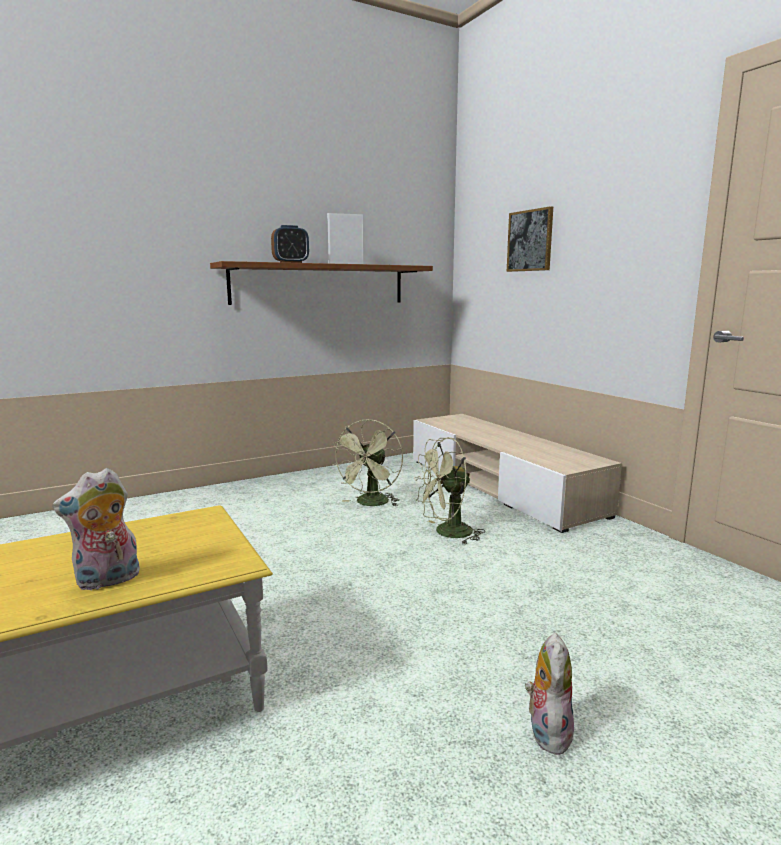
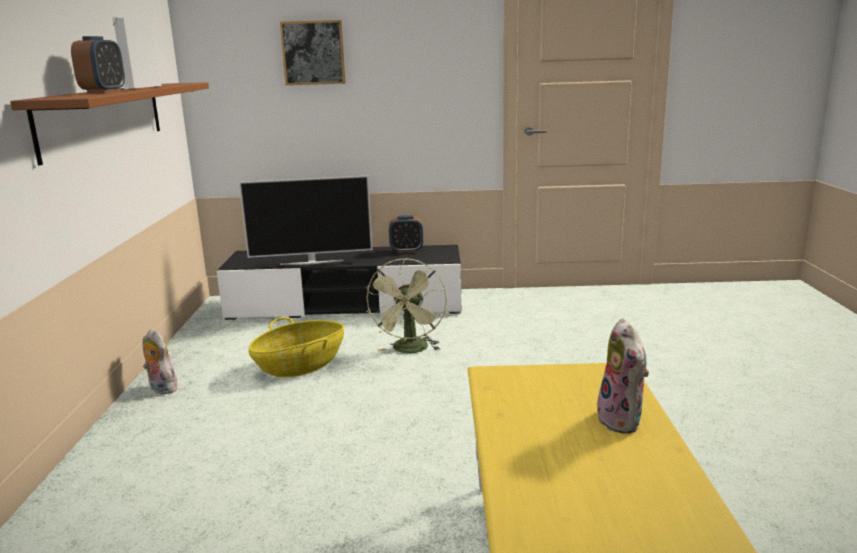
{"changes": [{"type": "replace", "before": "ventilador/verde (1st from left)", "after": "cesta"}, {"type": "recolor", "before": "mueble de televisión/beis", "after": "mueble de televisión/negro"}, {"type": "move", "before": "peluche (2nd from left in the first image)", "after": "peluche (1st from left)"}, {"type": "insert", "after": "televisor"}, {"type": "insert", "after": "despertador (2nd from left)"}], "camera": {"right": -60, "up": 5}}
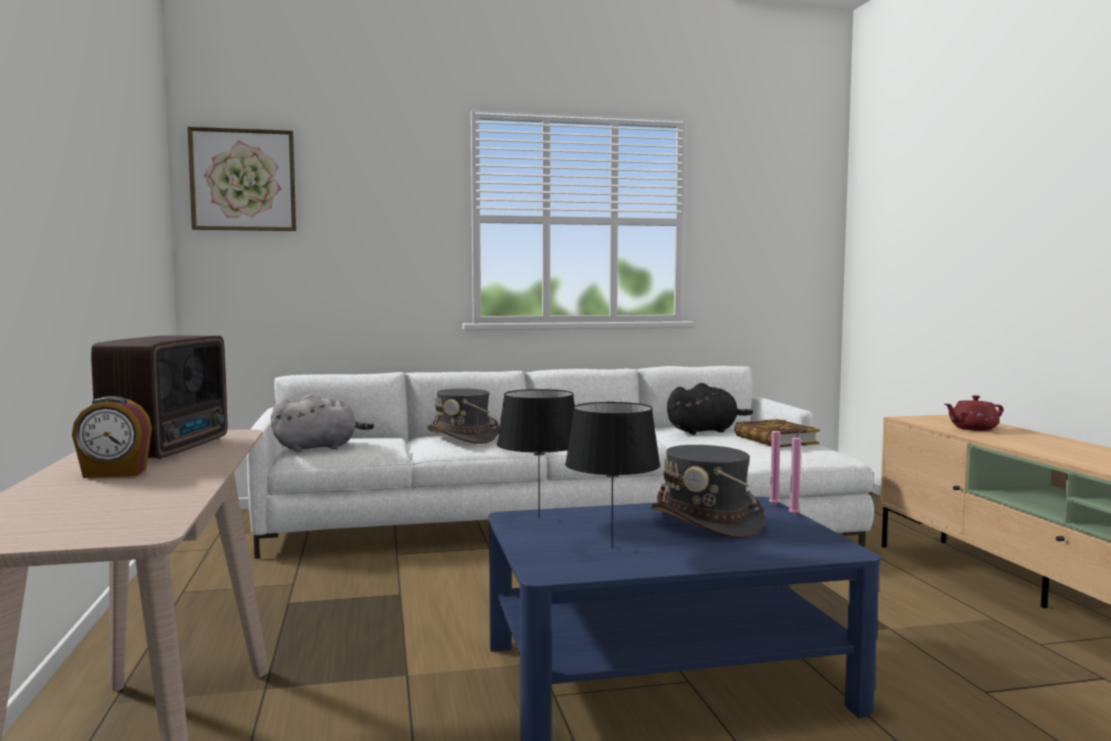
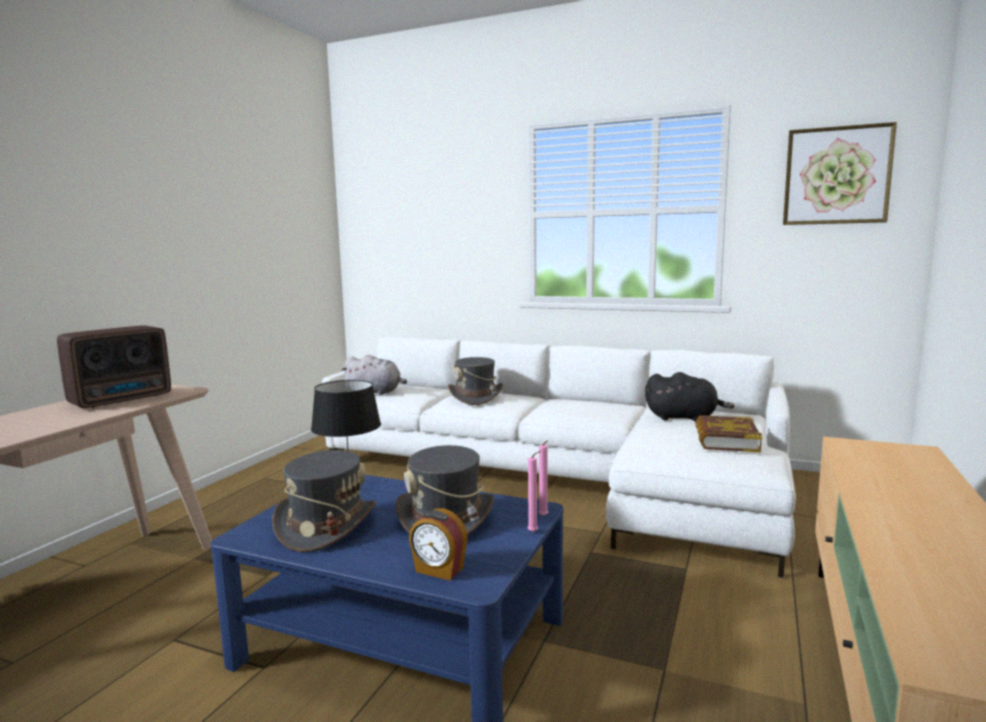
{"changes": [{"type": "move", "before": "despertador"}, {"type": "move", "before": "cuadro"}, {"type": "replace", "before": "lámpara de mesa/negro (2nd from left)", "after": "sombrero/gris (1st from left)"}, {"type": "delete", "before": "tetera/rojo"}], "camera": {"right": 35, "up": 5}}
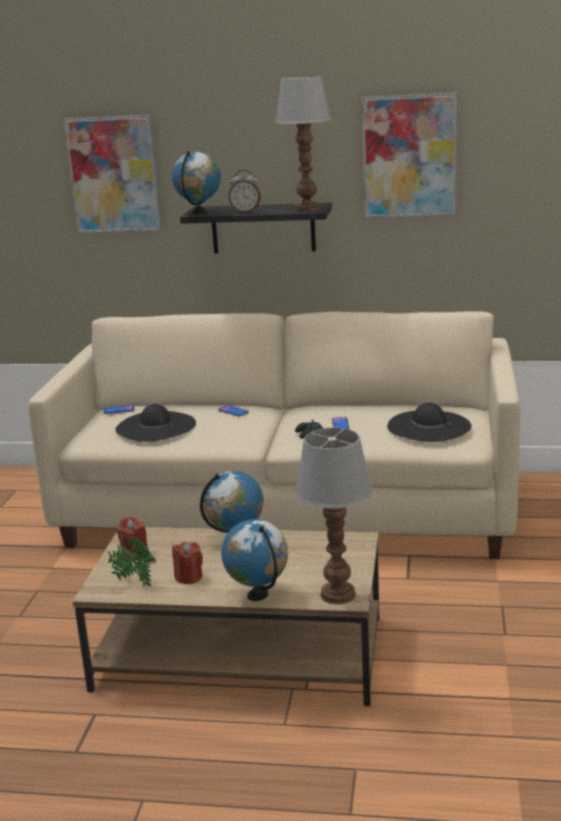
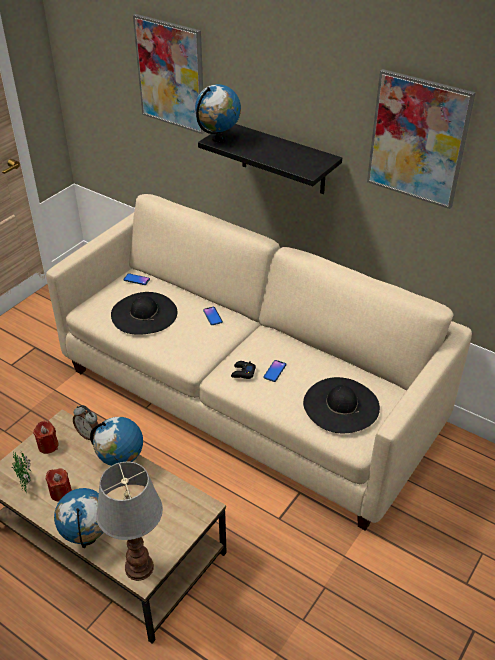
{"changes": [{"type": "move", "before": "despertador"}, {"type": "delete", "before": "lámpara de mesa (1st from left)"}], "camera": {"right": 25, "up": 20}}
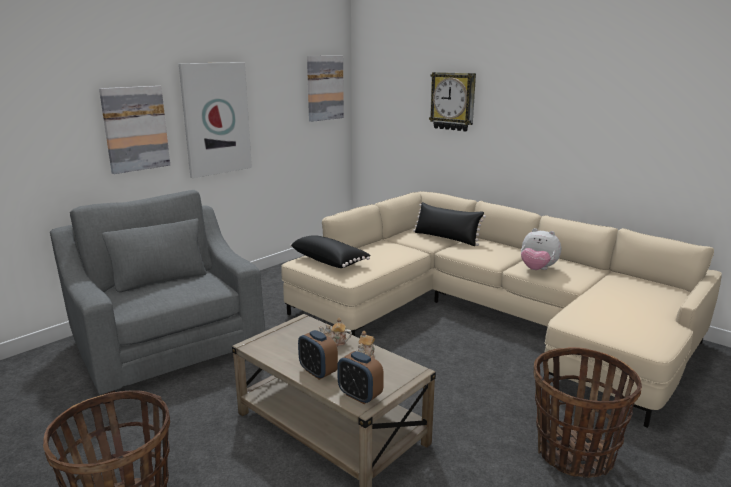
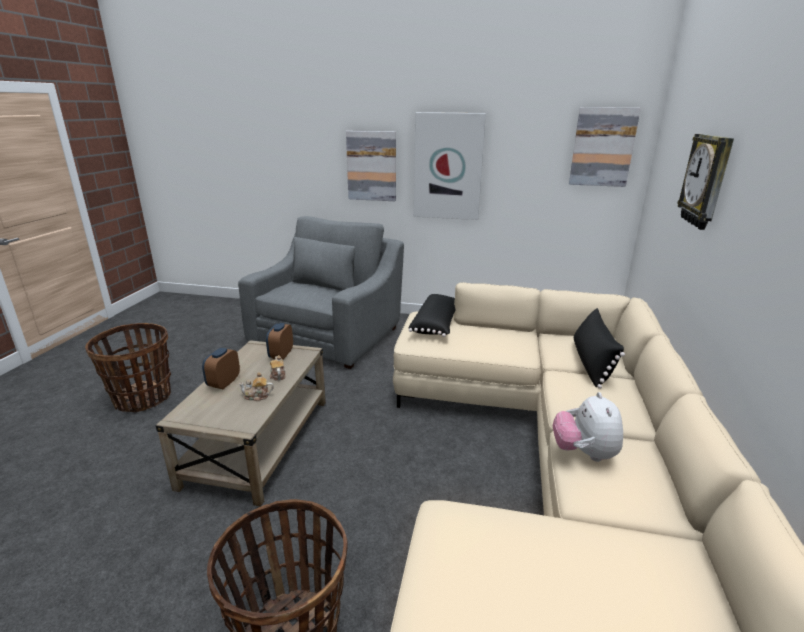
{"changes": [{"type": "move", "before": "despertador (2nd from left)"}], "camera": {"right": 60, "up": 5}}
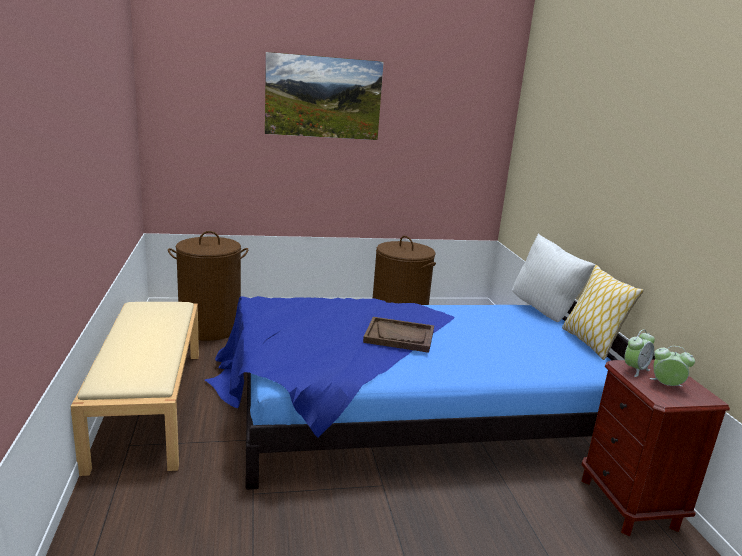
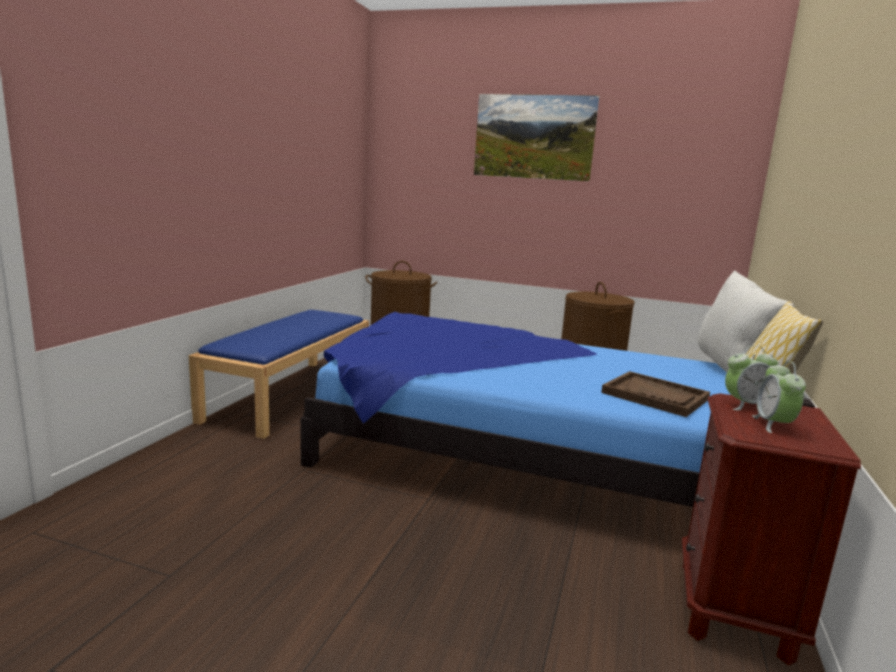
{"changes": [{"type": "recolor", "before": "banco/beis", "after": "banco/azul"}, {"type": "move", "before": "bandeja/marrón"}, {"type": "rotate", "before": "despertador (2nd from left)", "turn": -135}], "camera": {"right": 30, "up": -5}}
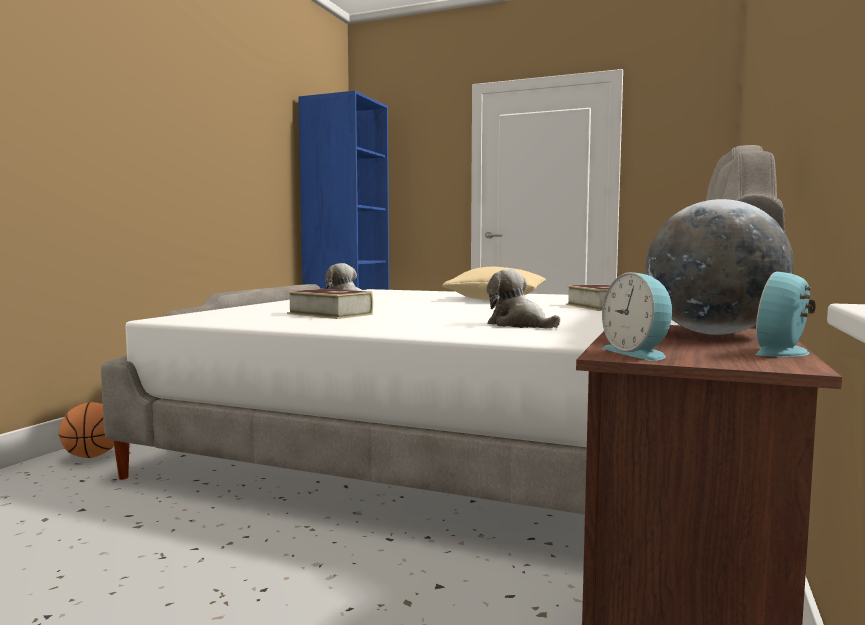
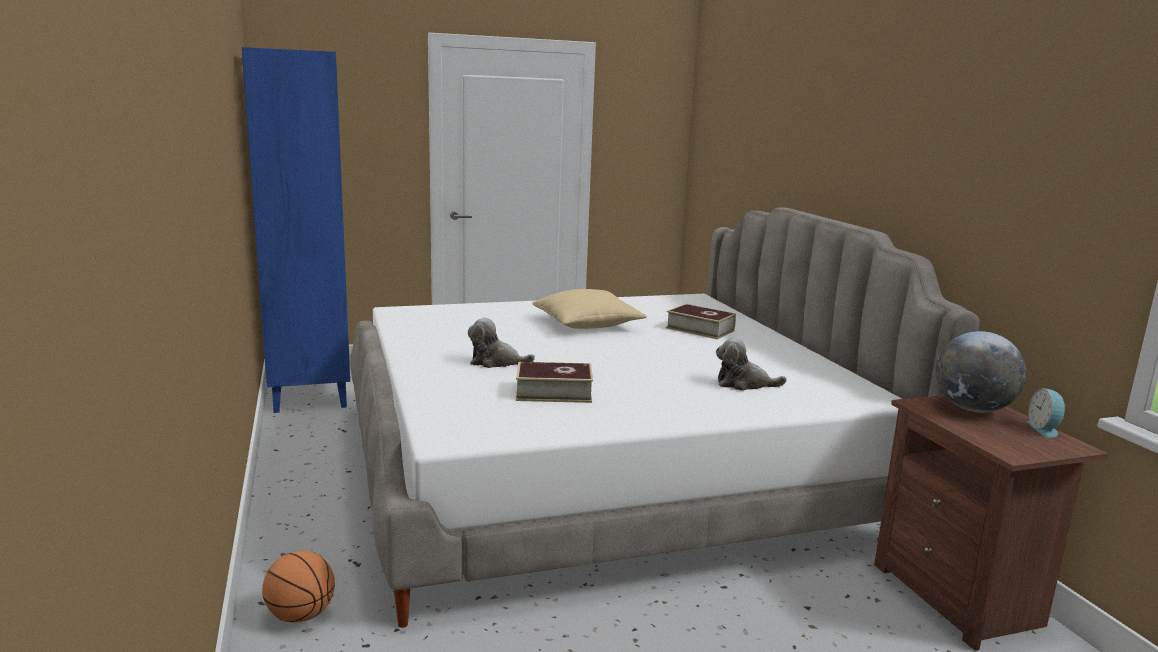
{"changes": [{"type": "delete", "before": "despertador (1st from left)"}], "camera": {"right": -40, "up": 10}}
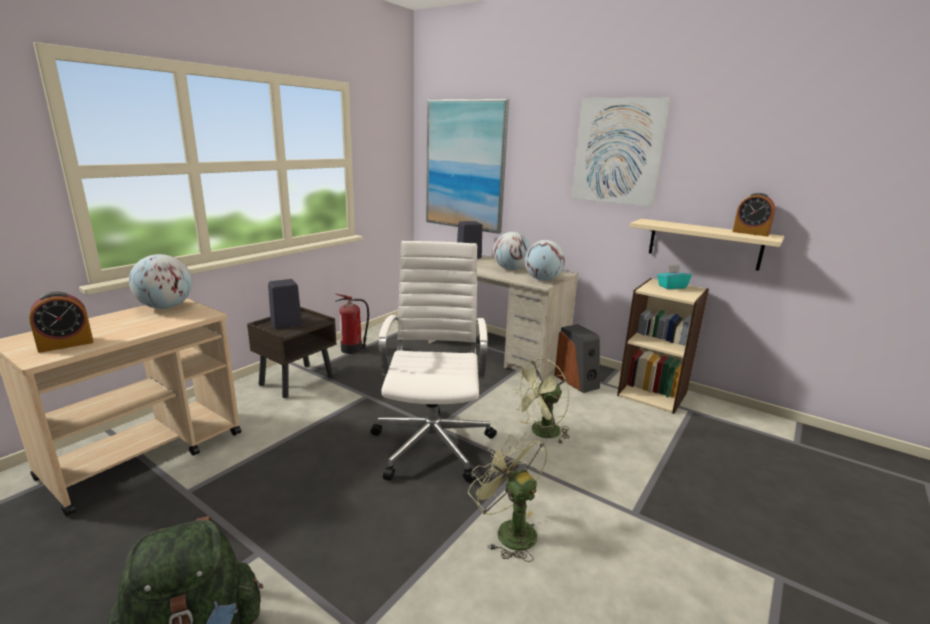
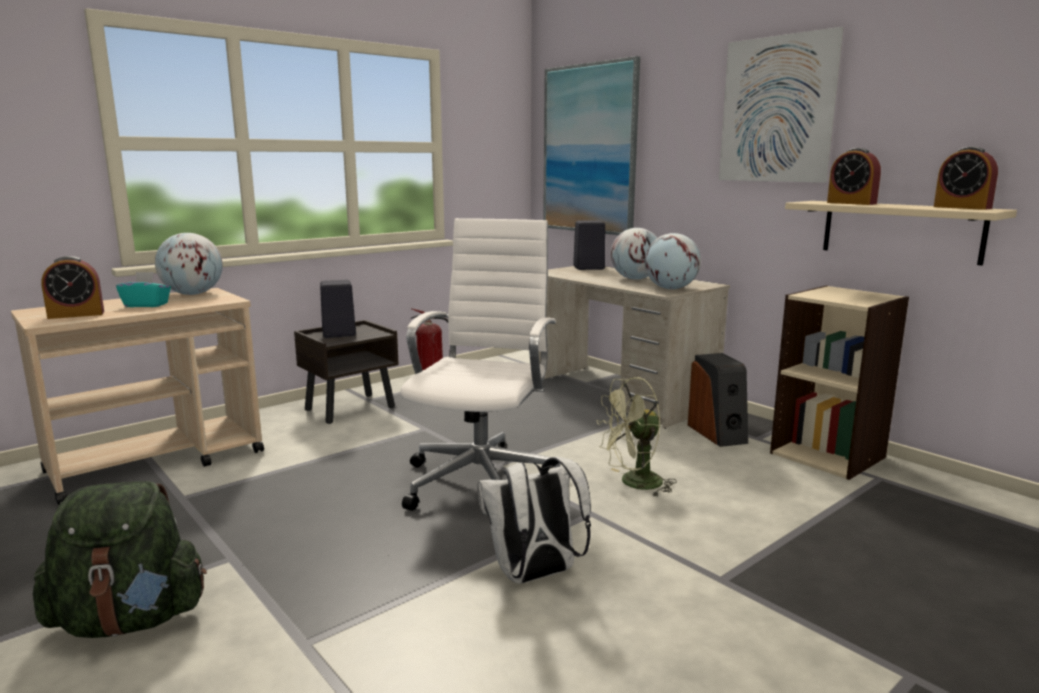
{"changes": [{"type": "replace", "before": "ventilador/verde (1st from left)", "after": "mochila/blanco"}, {"type": "move", "before": "caja de pañuelos/turquesa"}, {"type": "insert", "after": "despertador (2nd from left)"}], "camera": {"right": 15, "up": -5}}
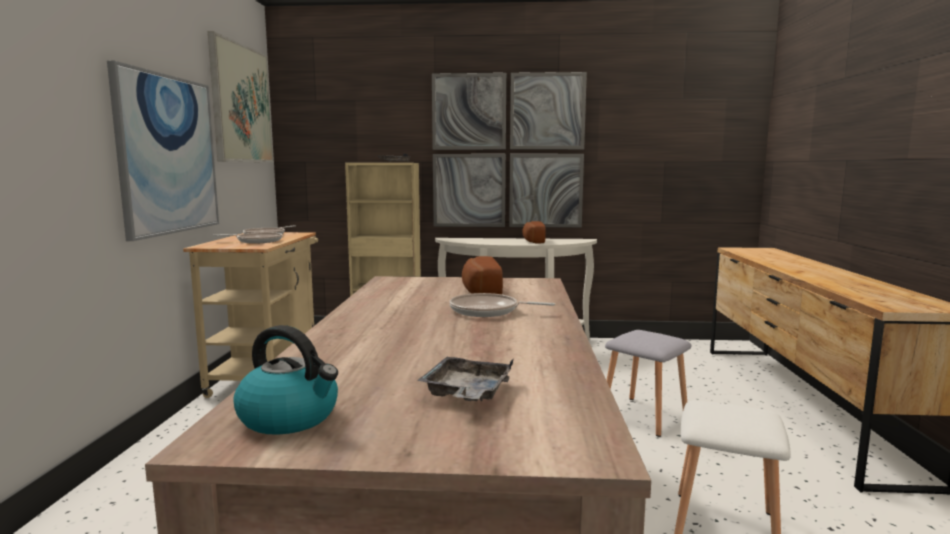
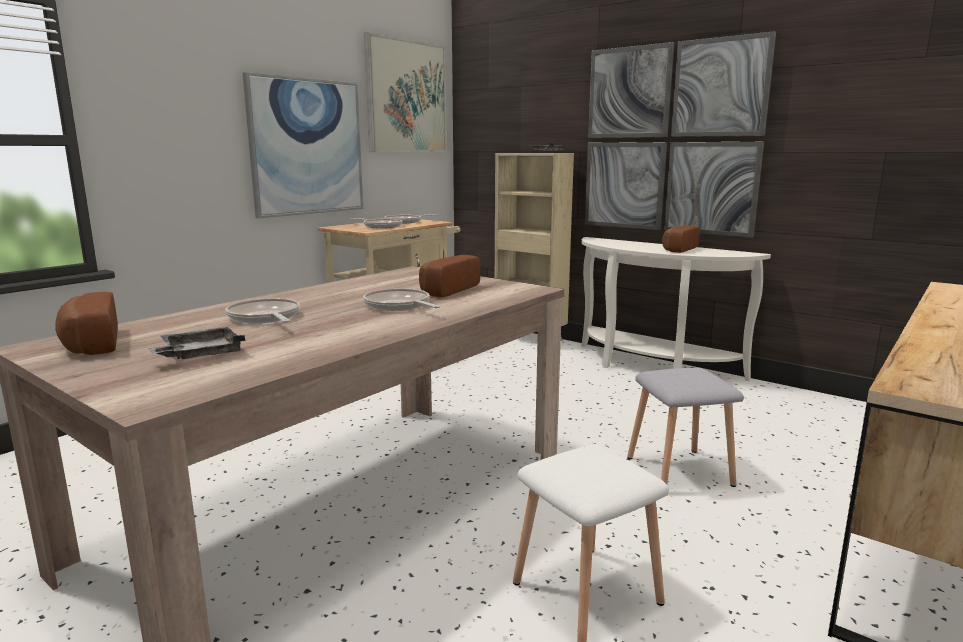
{"changes": [{"type": "replace", "before": "hervidor", "after": "pan (1st from left)"}, {"type": "insert", "after": "sartén (1st from left)"}], "camera": {"right": 35, "up": 5}}
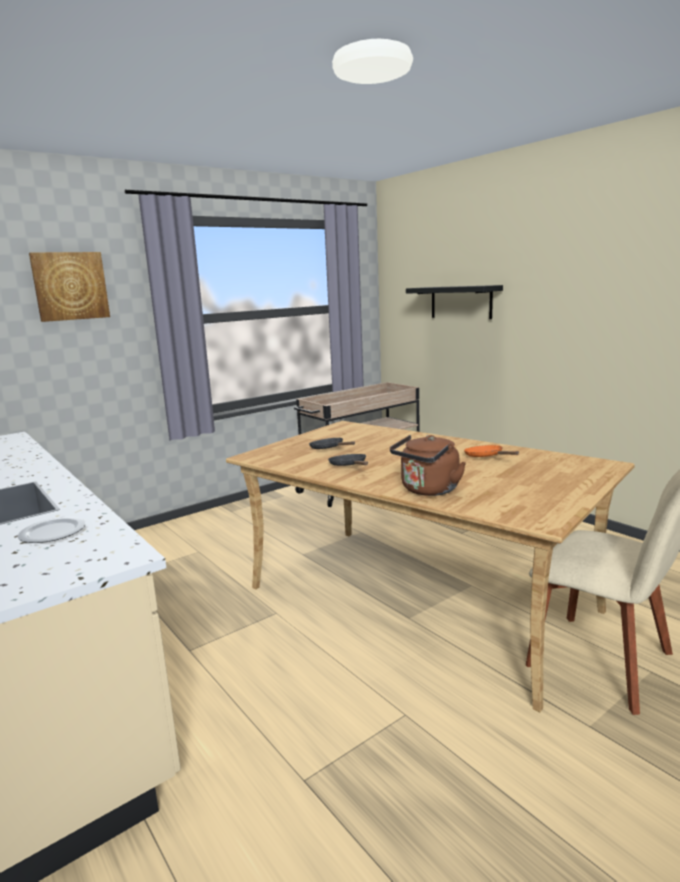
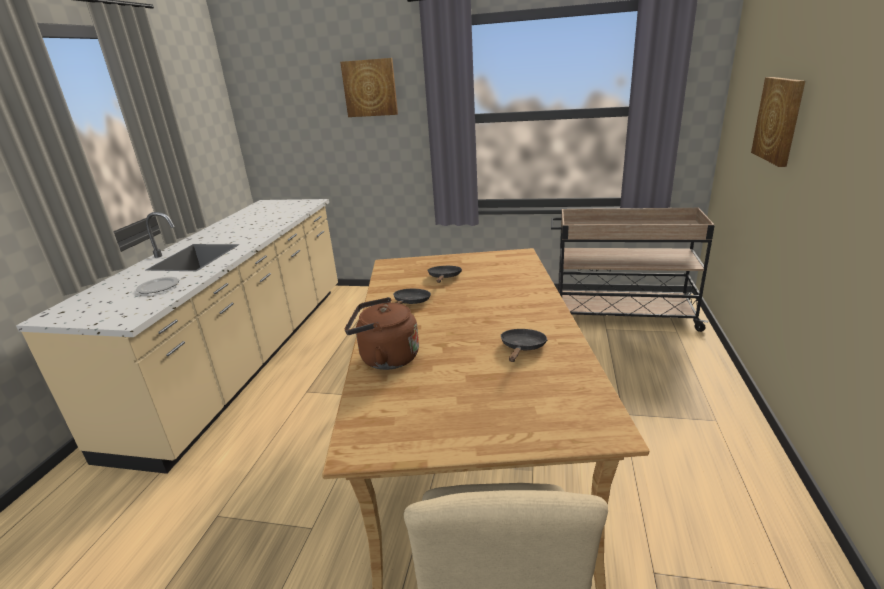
{"changes": [{"type": "replace", "before": "estante/negro", "after": "cuadro (2nd from left)"}, {"type": "recolor", "before": "sartén/naranja", "after": "sartén/negro (3rd from left)"}], "camera": {"right": 50, "up": 10}}
